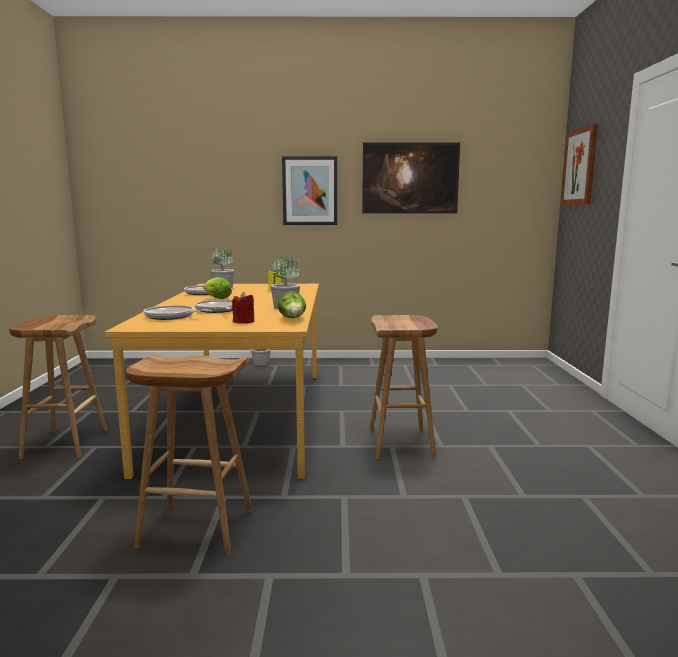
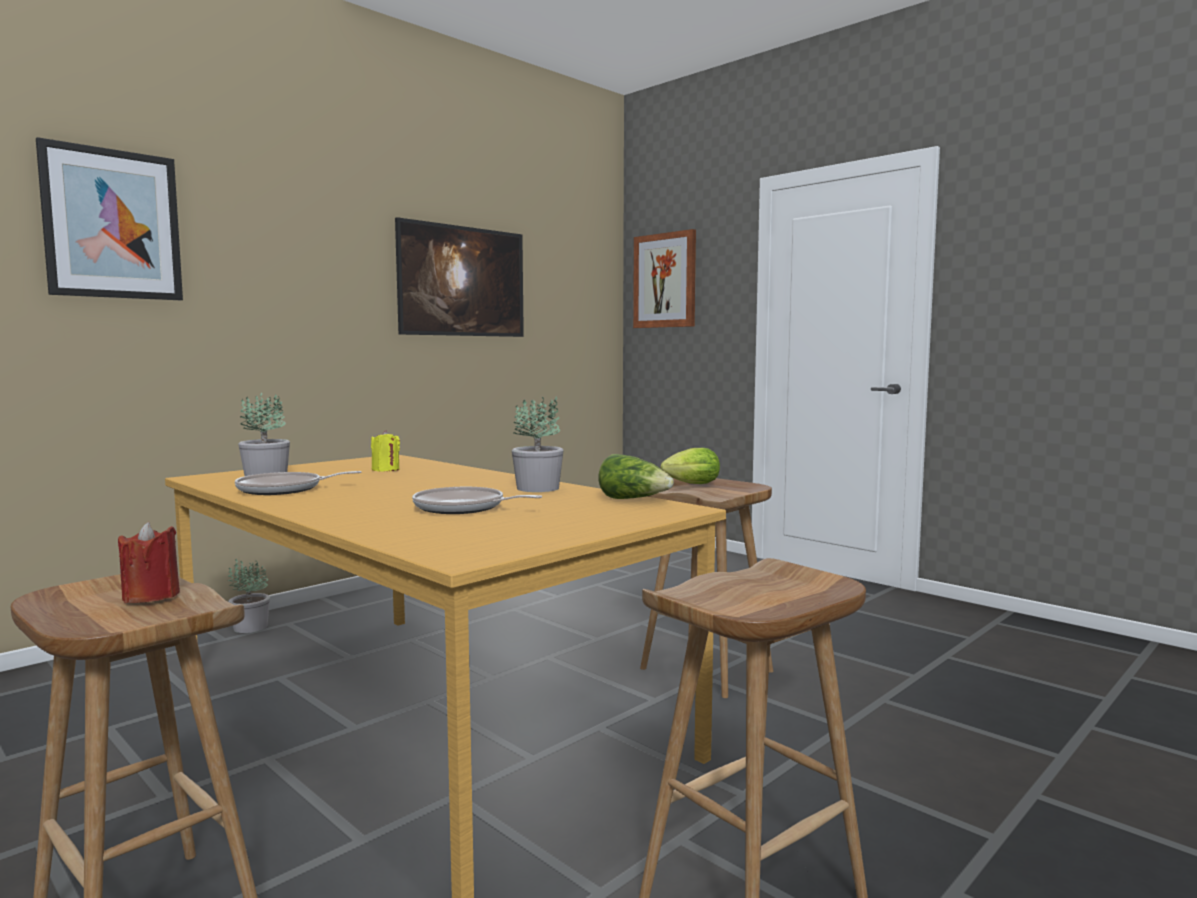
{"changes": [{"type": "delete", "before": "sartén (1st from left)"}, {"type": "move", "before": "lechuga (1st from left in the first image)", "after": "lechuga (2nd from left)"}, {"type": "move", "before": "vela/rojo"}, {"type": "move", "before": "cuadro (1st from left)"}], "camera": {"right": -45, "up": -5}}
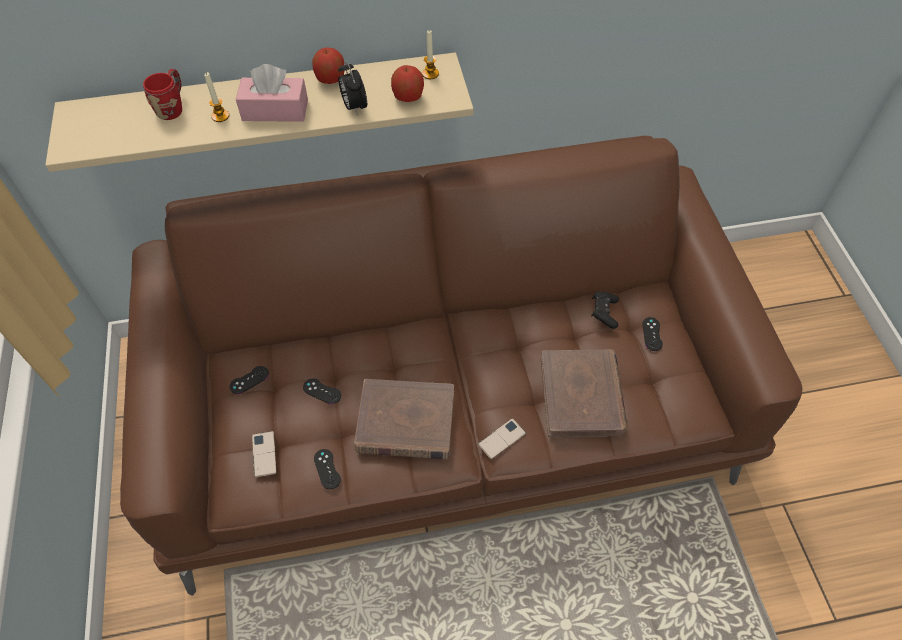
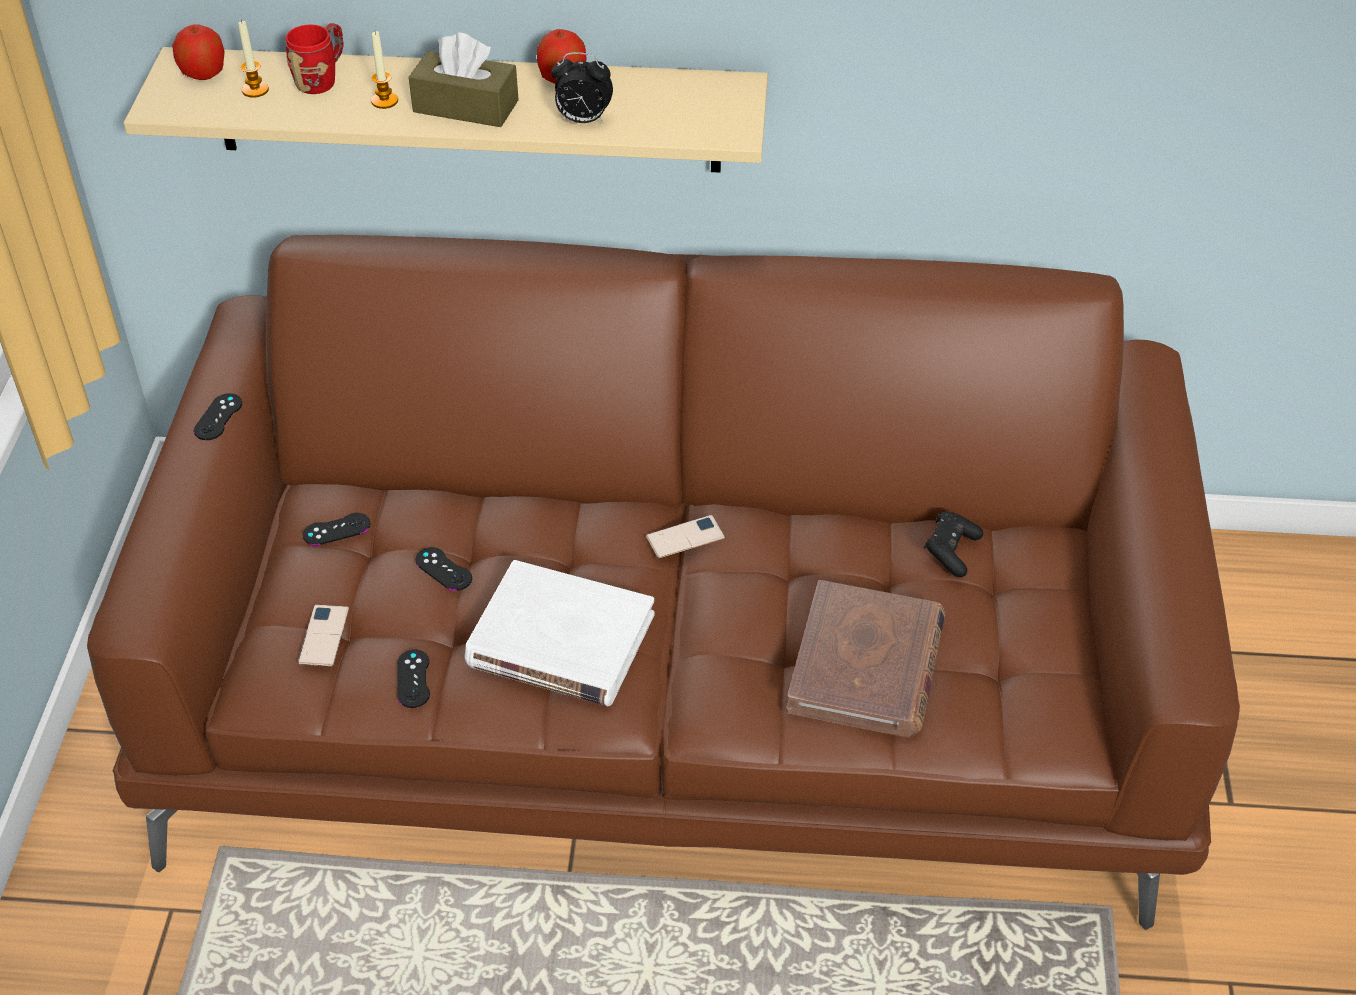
{"changes": [{"type": "recolor", "before": "caja de pañuelos/rosa", "after": "caja de pañuelos/marrón"}, {"type": "rotate", "before": "despertador", "turn": -75}, {"type": "recolor", "before": "libro/marrón (1st from left)", "after": "libro/blanco"}, {"type": "move", "before": "manzana (2nd from left in the first image)", "after": "manzana (1st from left)"}, {"type": "move", "before": "vela (2nd from left in the first image)", "after": "vela (1st from left)"}, {"type": "move", "before": "móvil (2nd from left)"}, {"type": "move", "before": "mando de consola/negro (5th from left in the first image)", "after": "mando de consola/negro (1st from left)"}], "camera": {"right": 15, "up": -10}}
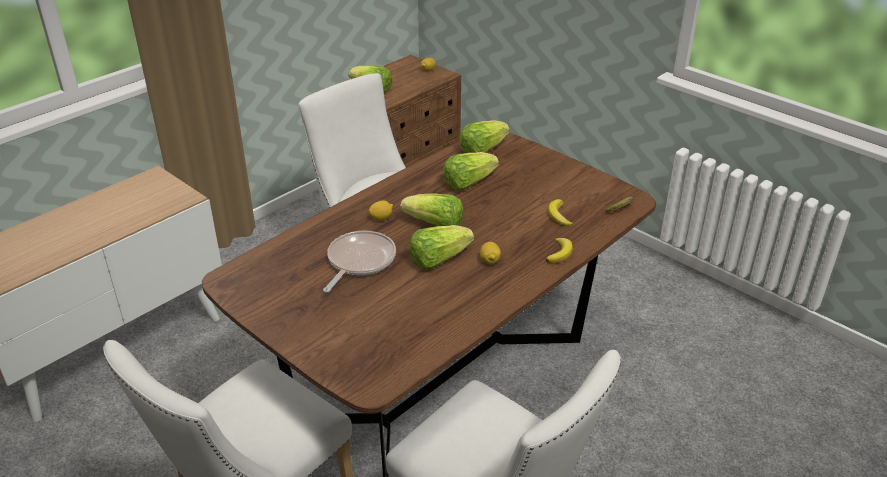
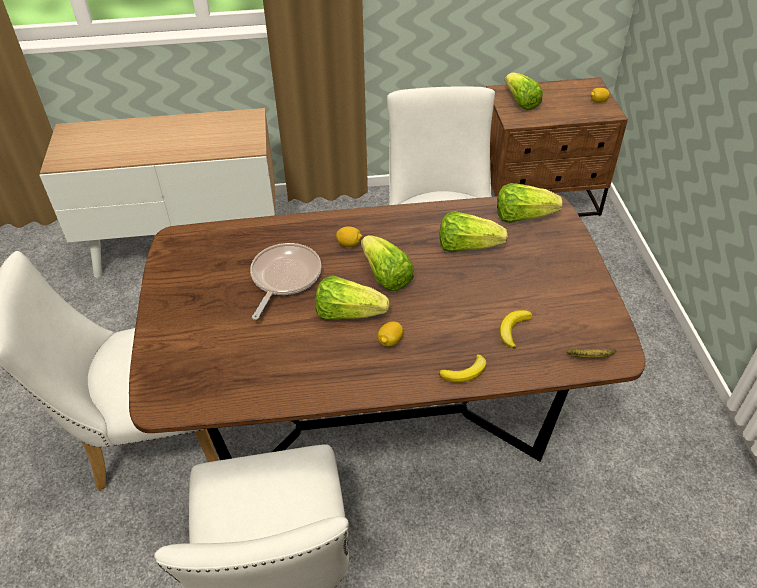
{"changes": [{"type": "rotate", "before": "sartén", "turn": -45}], "camera": {"right": 40, "up": 10}}
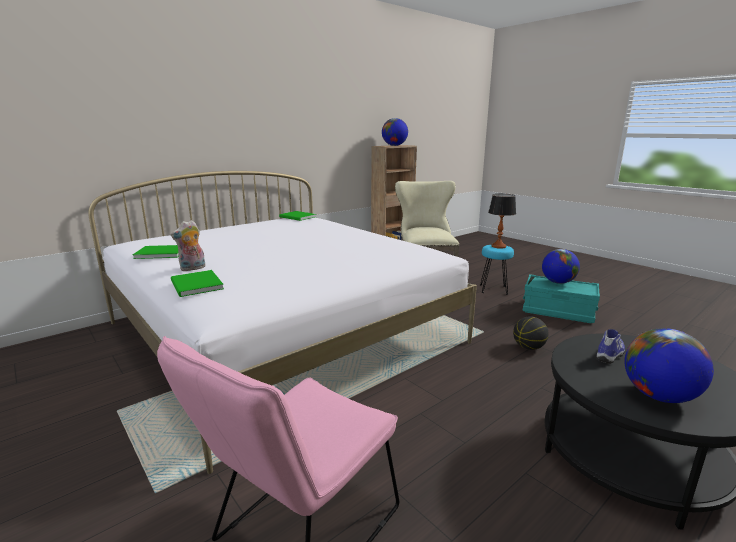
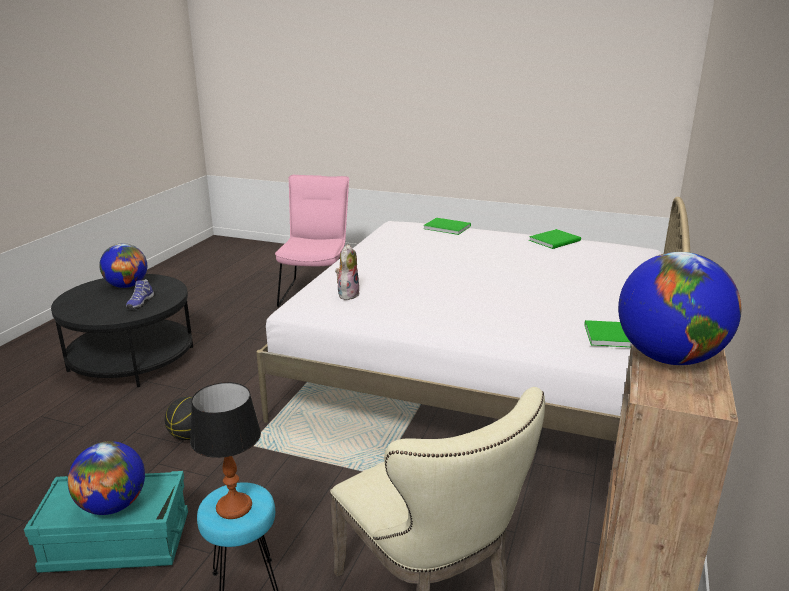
{"changes": [{"type": "move", "before": "peluche"}], "camera": {"right": 150, "up": 5}}
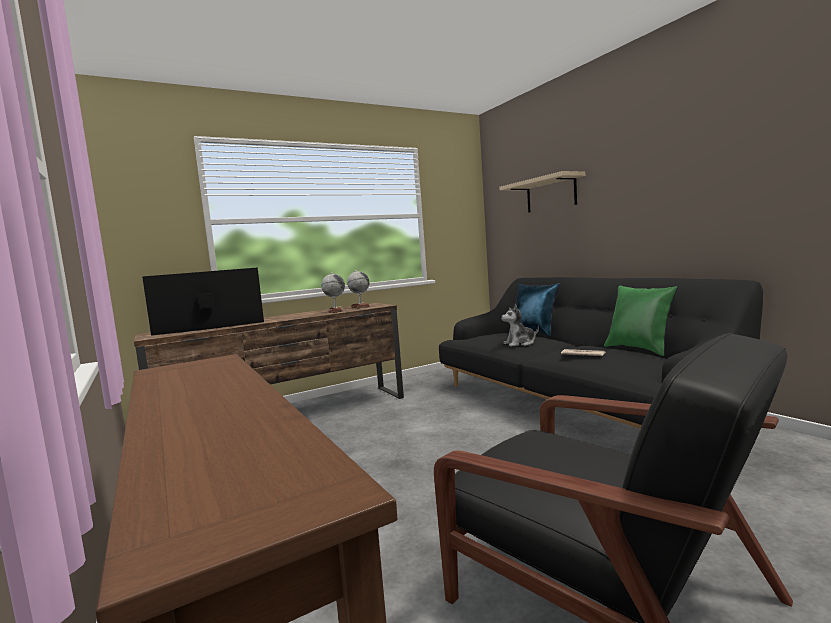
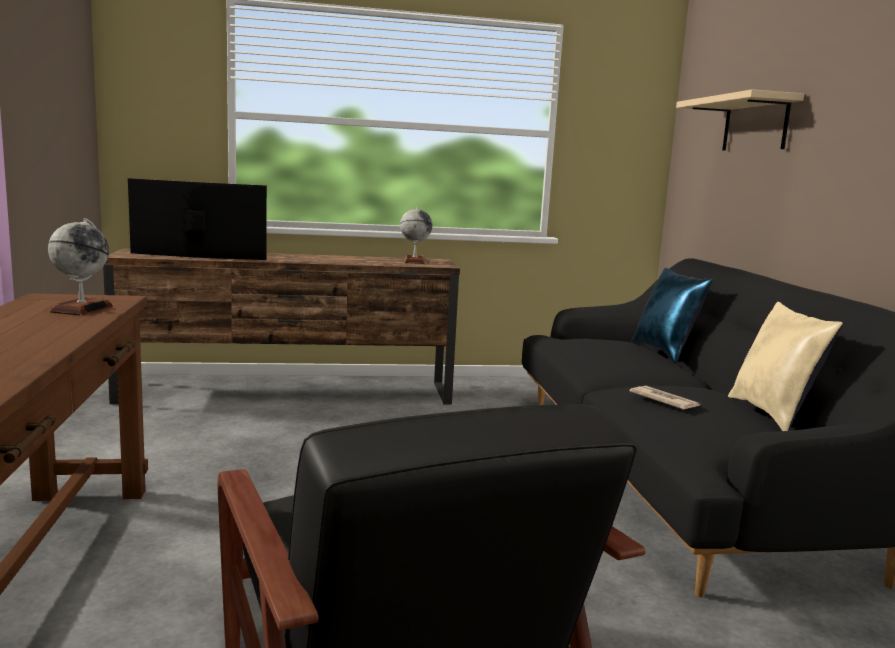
{"changes": [{"type": "move", "before": "globo terráqueo (1st from left)"}, {"type": "delete", "before": "peluche"}, {"type": "recolor", "before": "cojín/verde", "after": "cojín/beis"}], "camera": {"right": 20, "up": 5}}
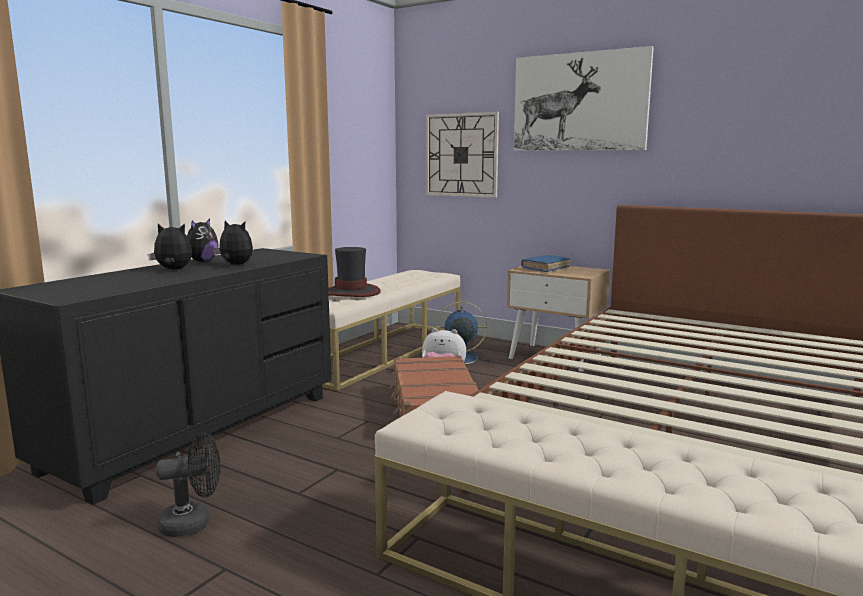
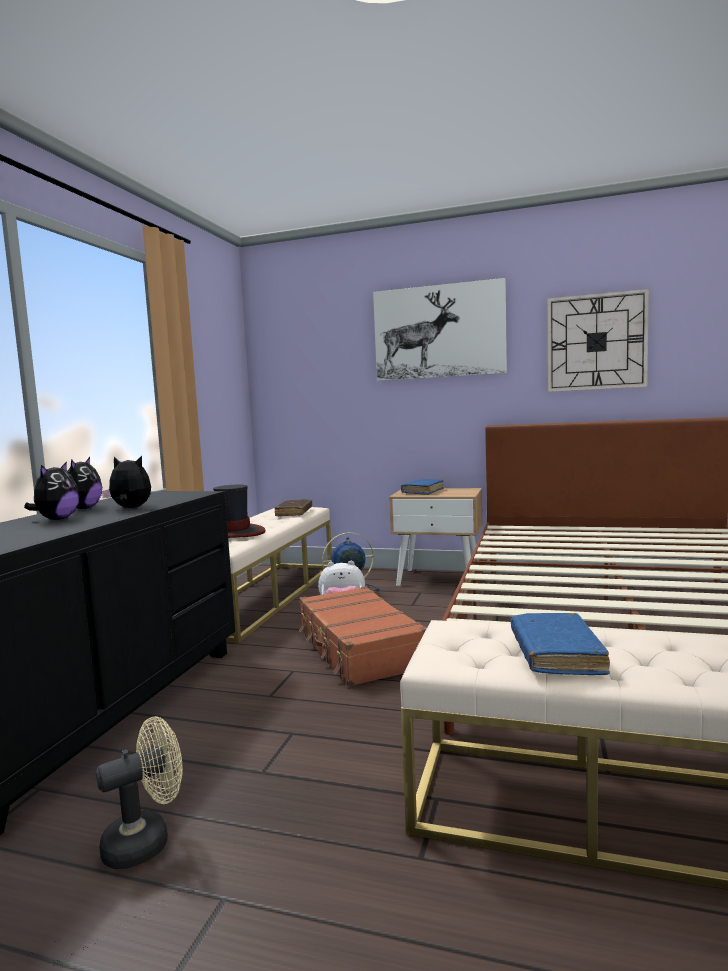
{"changes": [{"type": "rotate", "before": "peluche (1st from left)", "turn": 120}, {"type": "recolor", "before": "ventilador/negro", "after": "ventilador/beis"}, {"type": "move", "before": "reloj de pared"}, {"type": "insert", "after": "libro/marrón"}, {"type": "insert", "after": "libro/azul (2nd from left)"}], "camera": {"right": -15, "up": -5}}
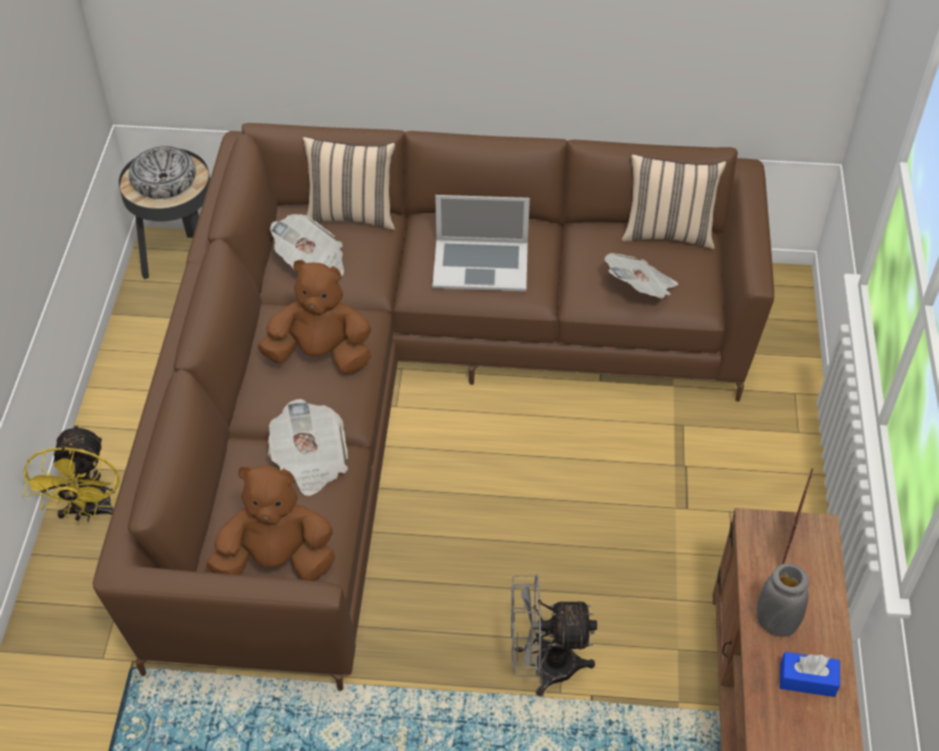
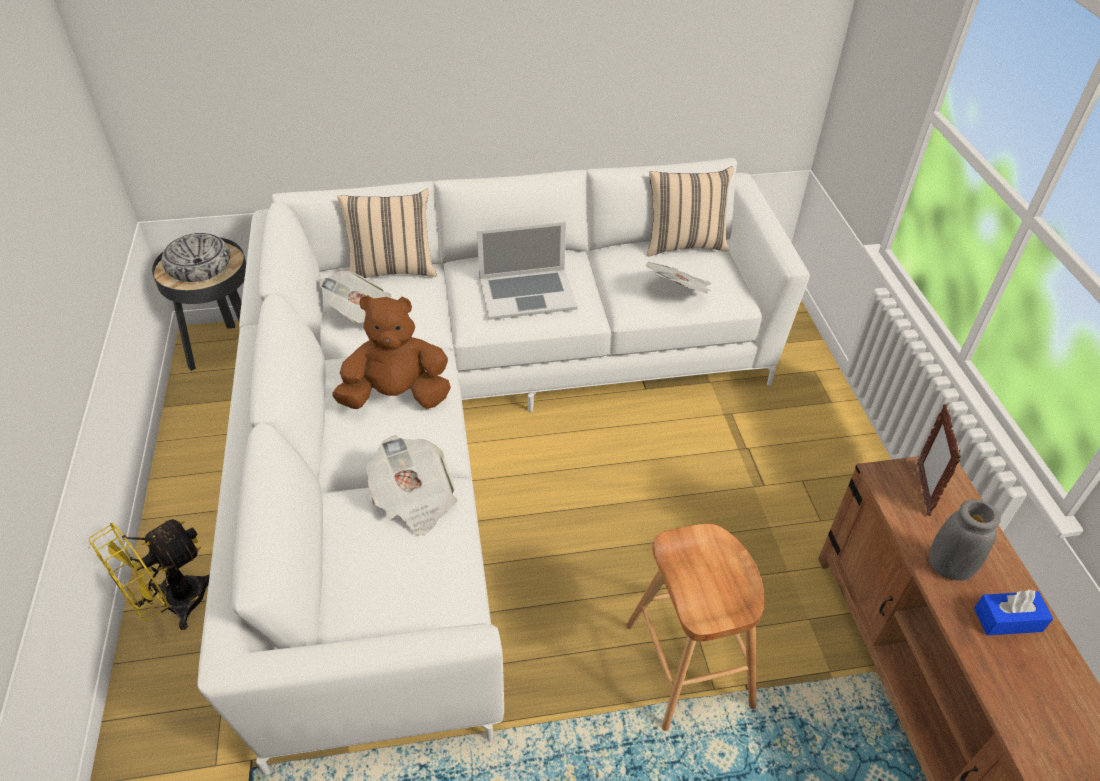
{"changes": [{"type": "rotate", "before": "ventilador/amarillo", "turn": 60}, {"type": "recolor", "before": "sofá/marrón", "after": "sofá/blanco"}, {"type": "delete", "before": "peluche/marrón (1st from left)"}, {"type": "replace", "before": "ventilador/gris", "after": "taburete/marrón"}], "camera": {"right": -15, "up": -5}}
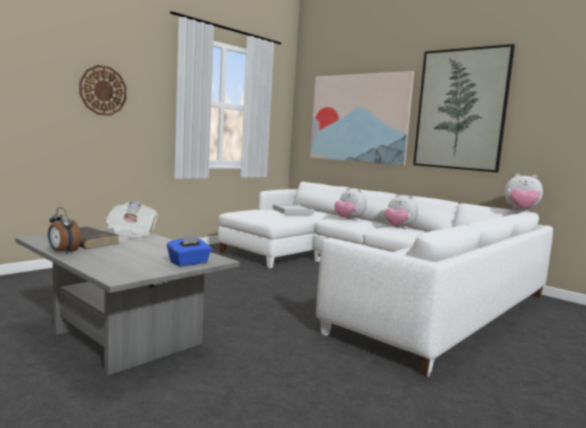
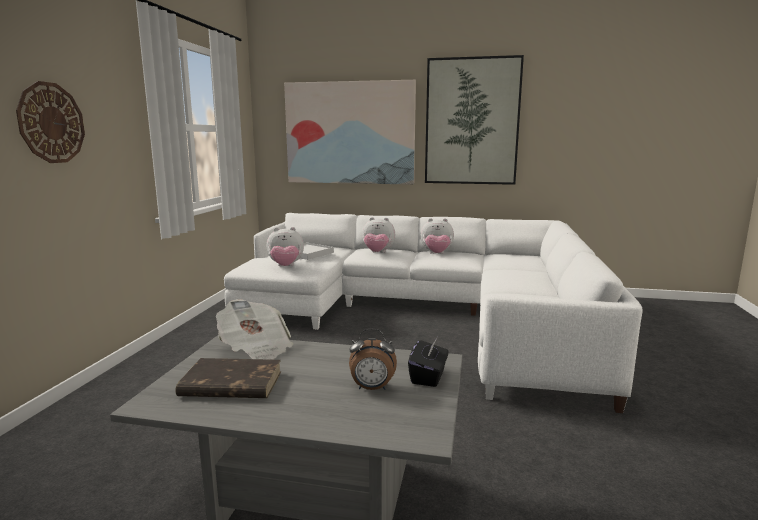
{"changes": [{"type": "move", "before": "despertador"}, {"type": "recolor", "before": "caja de pañuelos/azul", "after": "caja de pañuelos/negro"}, {"type": "move", "before": "peluche (3rd from left in the first image)", "after": "peluche (1st from left)"}], "camera": {"right": -30, "up": 5}}
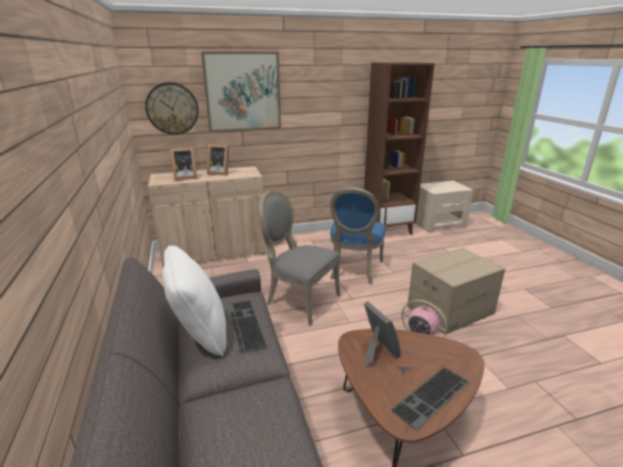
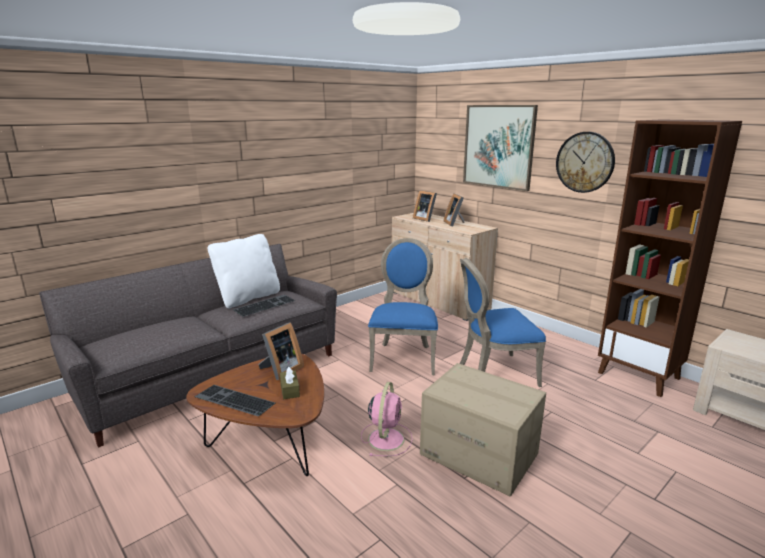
{"changes": [{"type": "move", "before": "reloj de pared"}, {"type": "recolor", "before": "silla/gris", "after": "silla/azul (1st from left)"}, {"type": "insert", "after": "caja de pañuelos/marrón"}], "camera": {"right": 65, "up": -5}}
